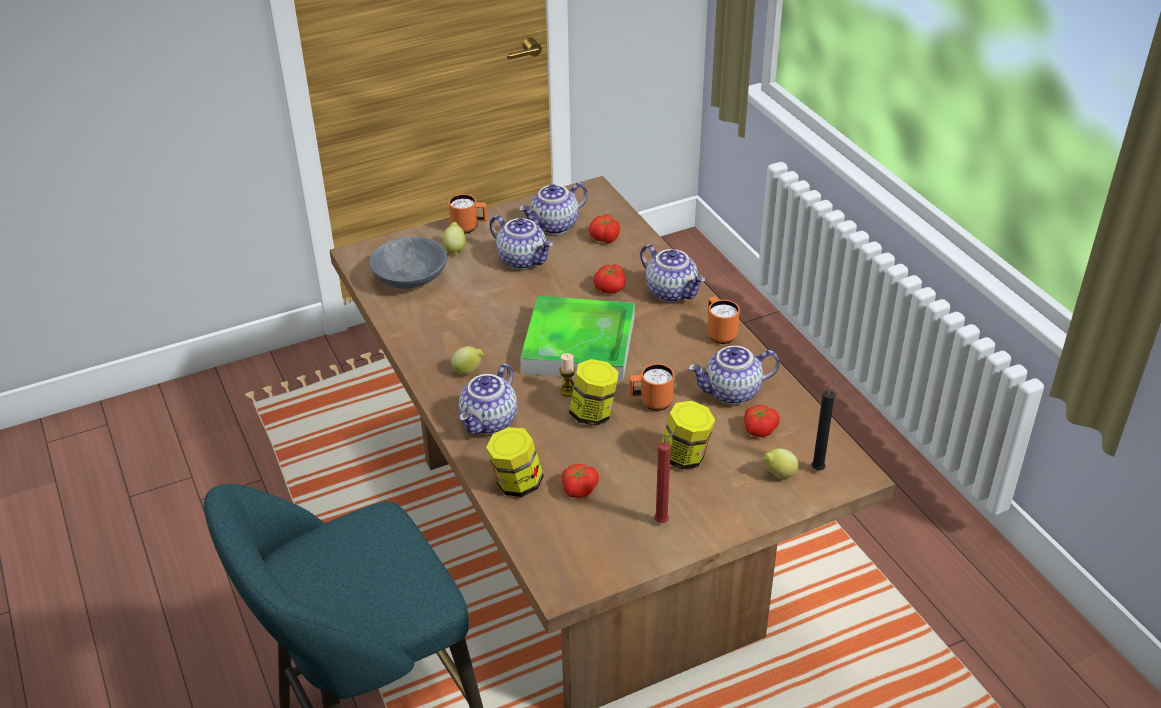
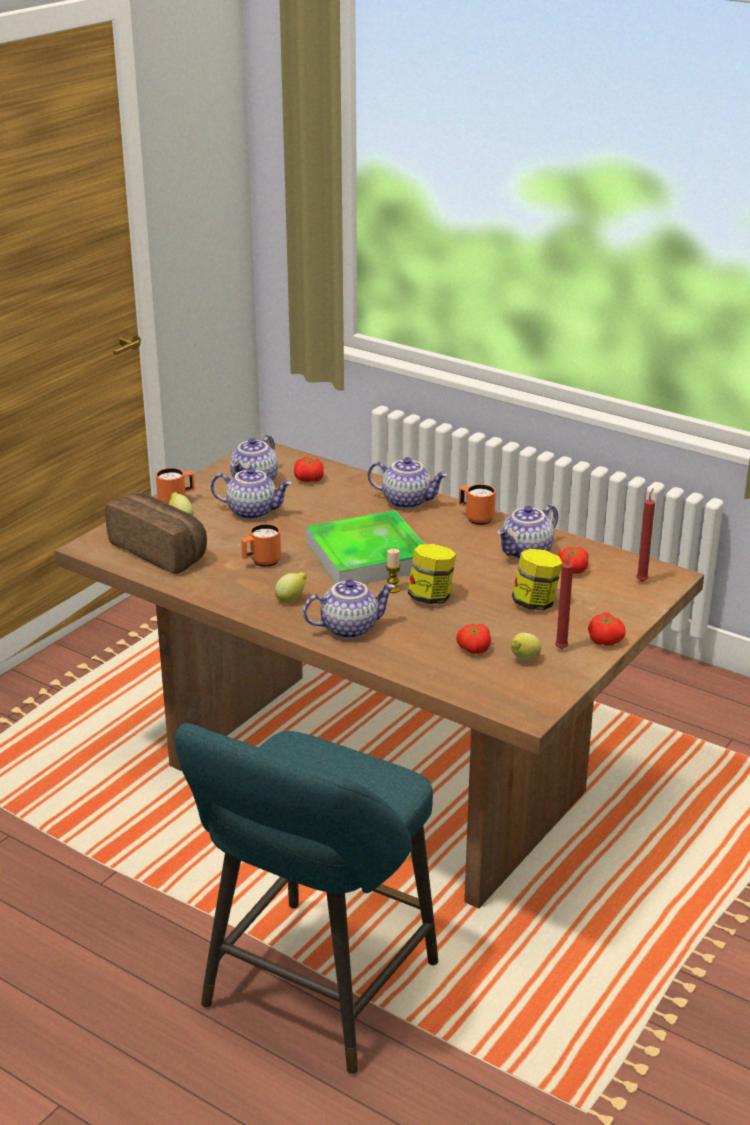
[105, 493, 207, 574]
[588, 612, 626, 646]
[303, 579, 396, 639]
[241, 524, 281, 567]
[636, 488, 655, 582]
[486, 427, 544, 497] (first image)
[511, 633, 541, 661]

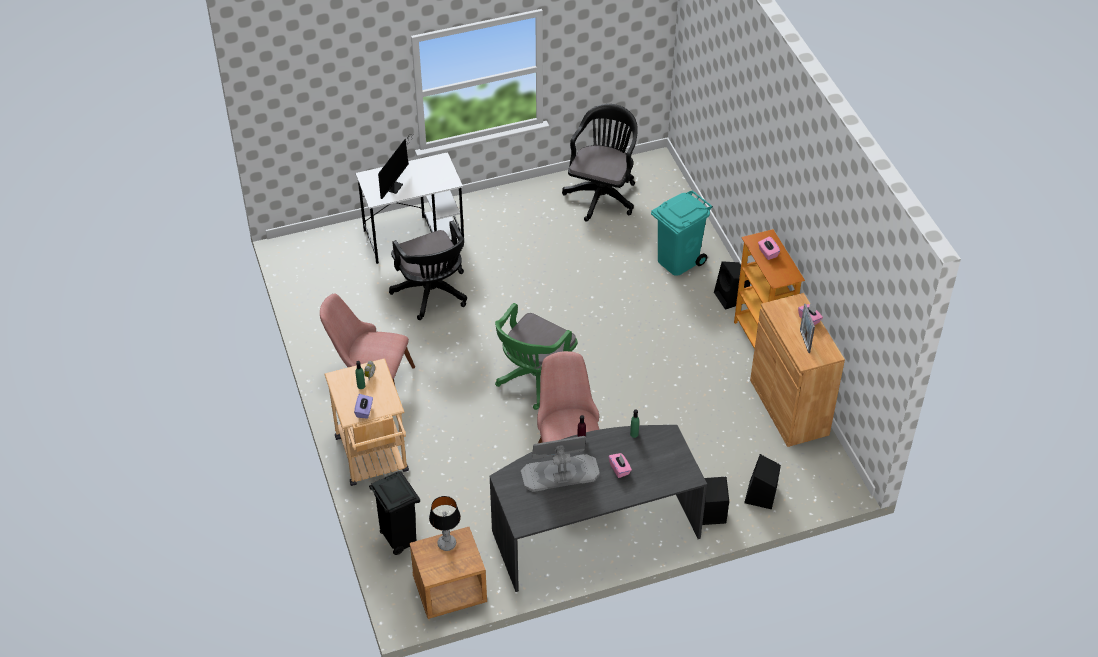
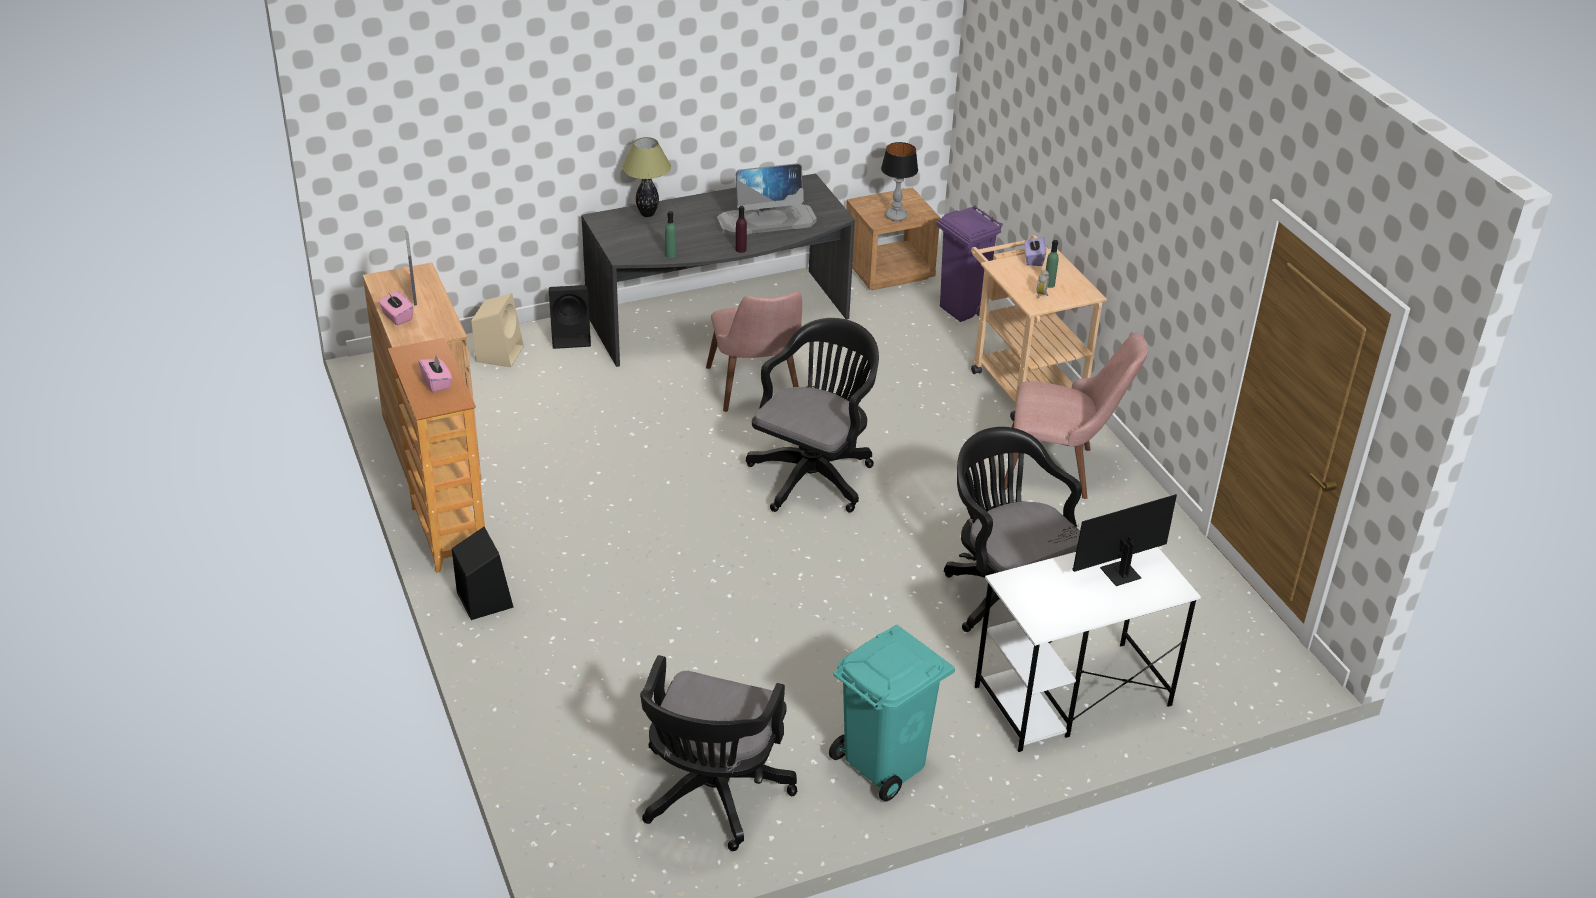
[1049, 494, 1177, 586]
[829, 624, 955, 802]
[746, 318, 879, 513]
[608, 453, 632, 478] (first image)
[472, 293, 524, 367]
[936, 205, 1003, 322]
[622, 137, 671, 217]

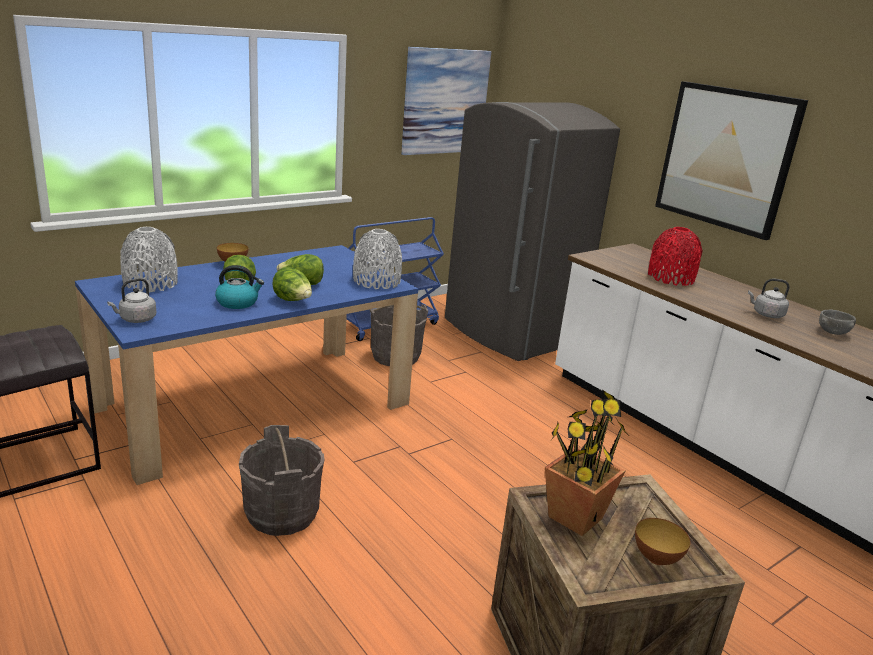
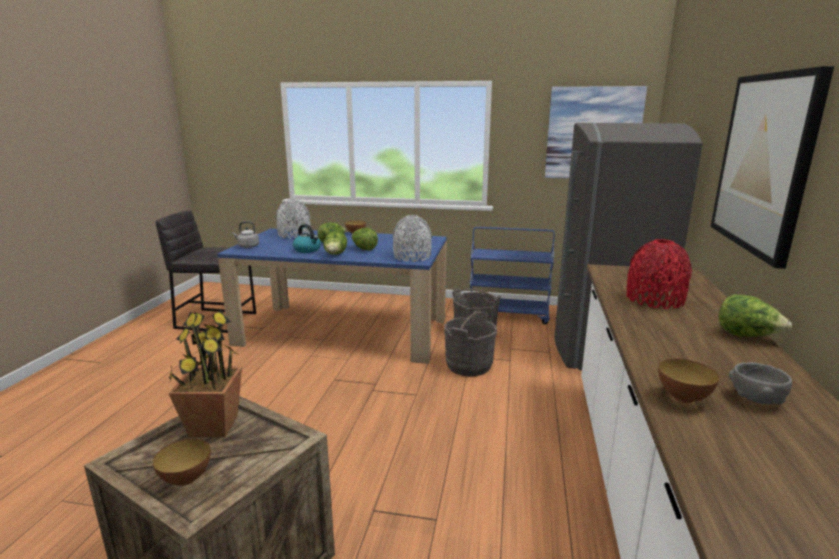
[748, 279, 790, 318] (first image)
[444, 310, 497, 377]
[719, 294, 792, 337]
[658, 359, 720, 403]

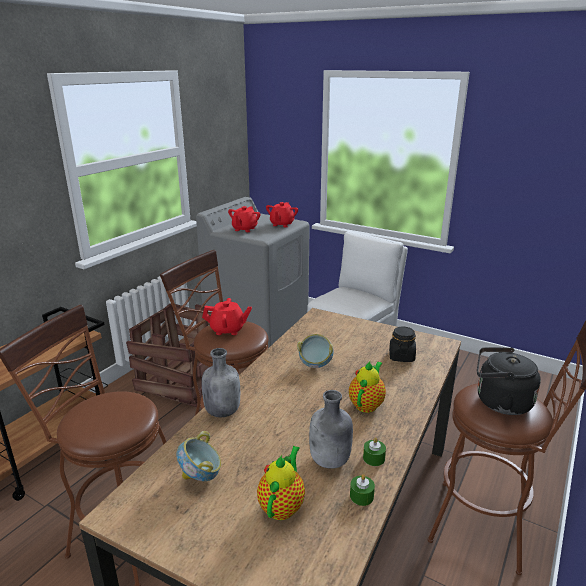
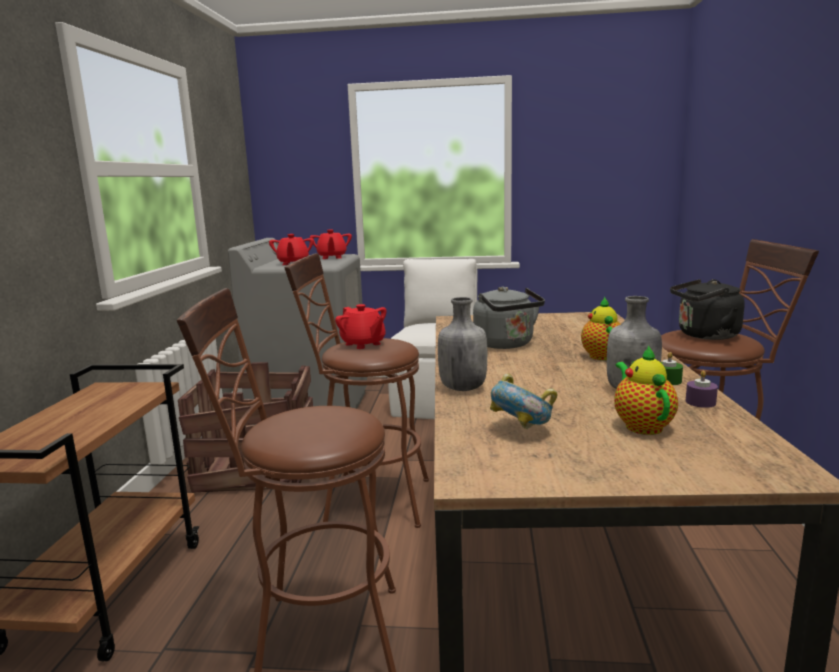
[335, 304, 387, 349]
[389, 326, 416, 362] (first image)
[473, 286, 545, 349]
[686, 370, 718, 408]

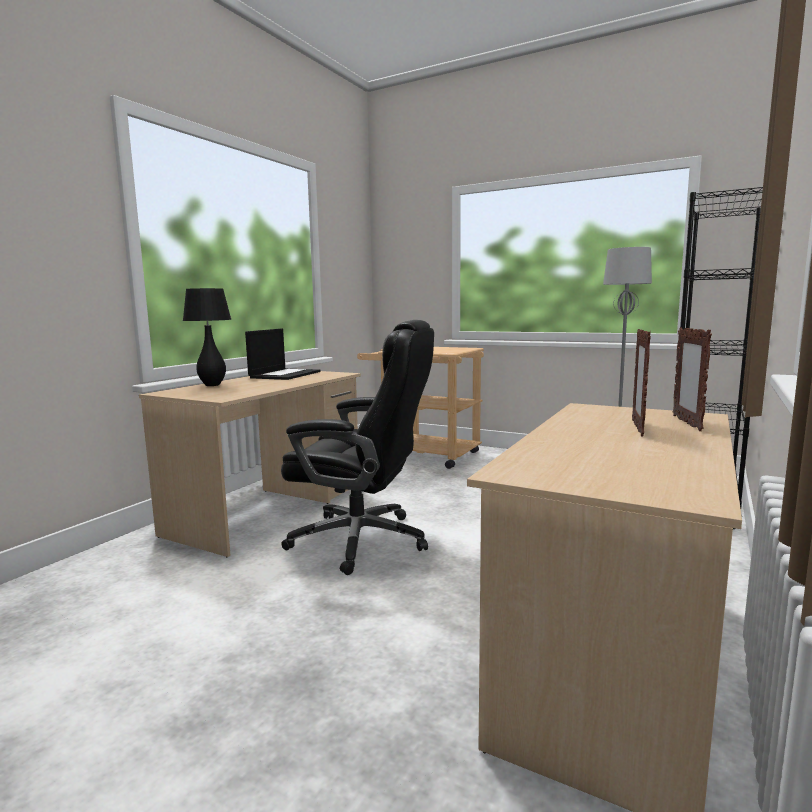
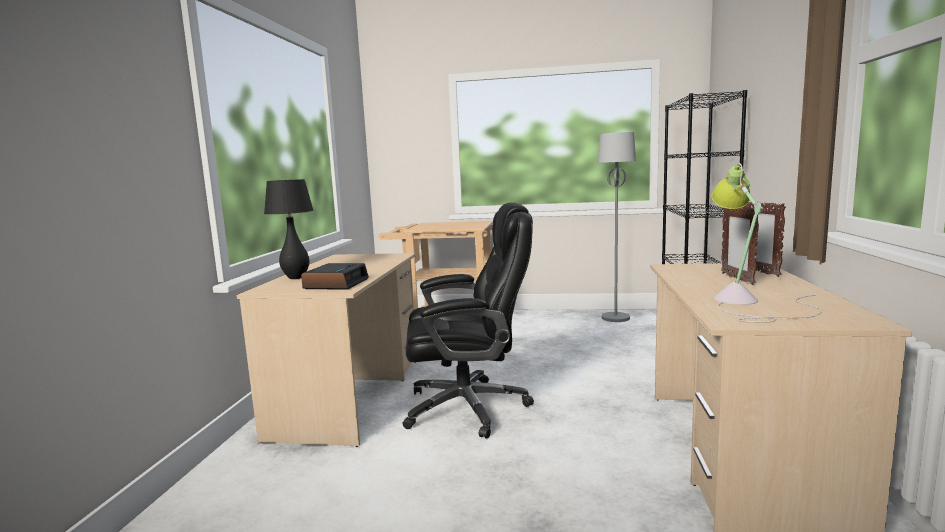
[245, 328, 320, 380] (first image)
[712, 163, 822, 323]
[301, 263, 369, 290]

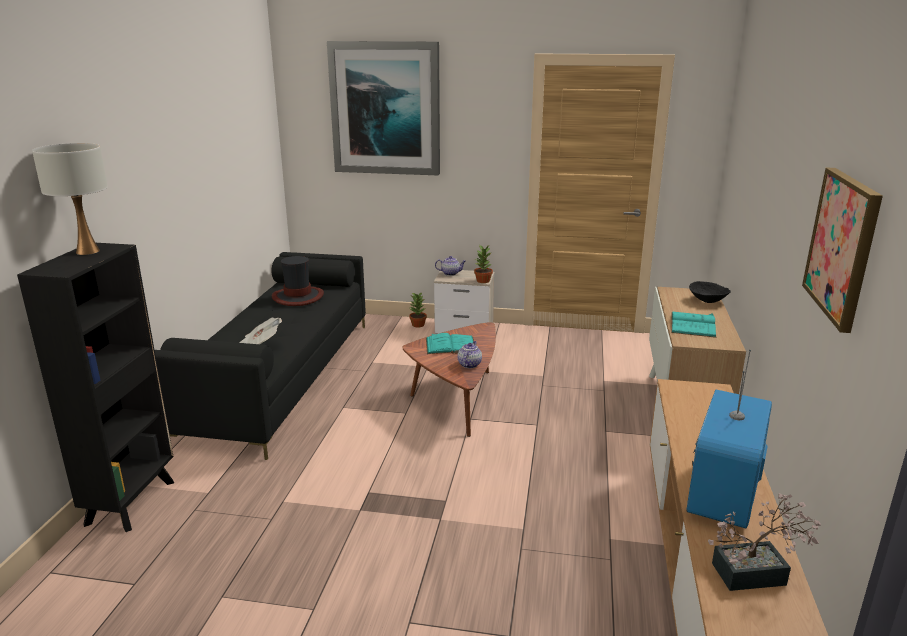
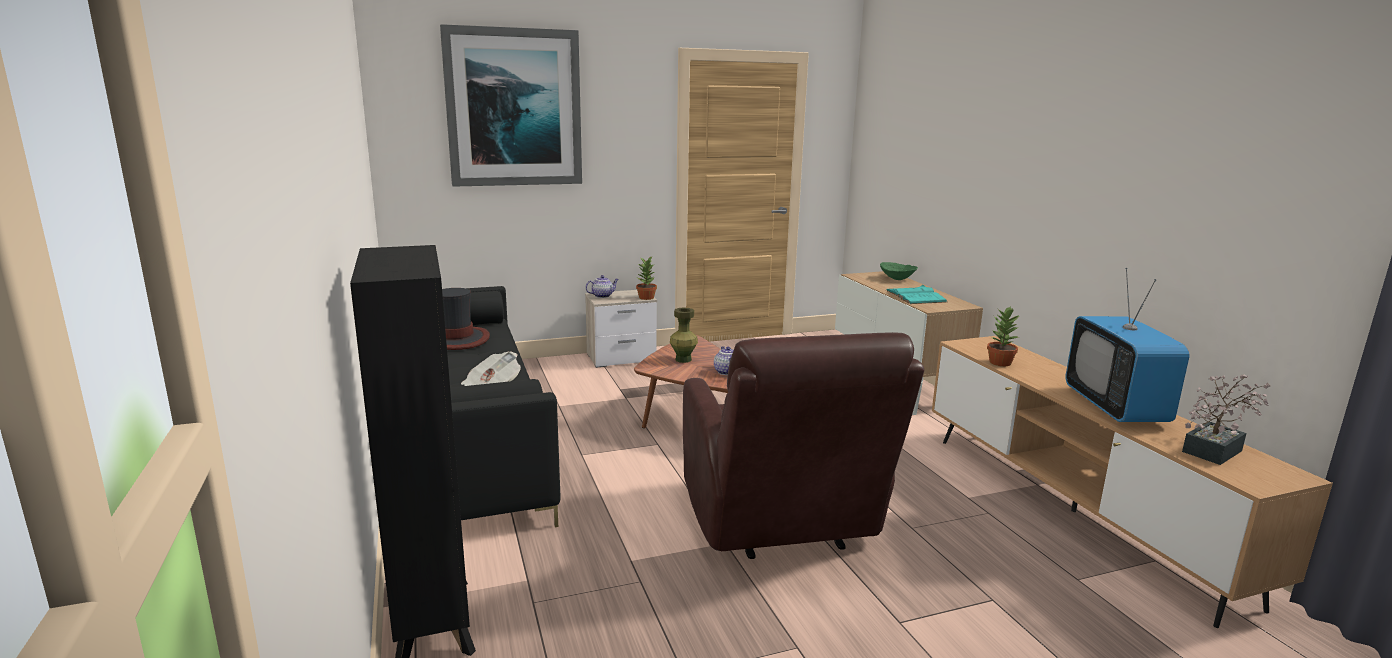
[32, 143, 108, 255] (first image)
[802, 168, 883, 333] (first image)
[880, 262, 918, 280]
[987, 307, 1019, 366]
[670, 308, 698, 363]
[683, 332, 924, 559]

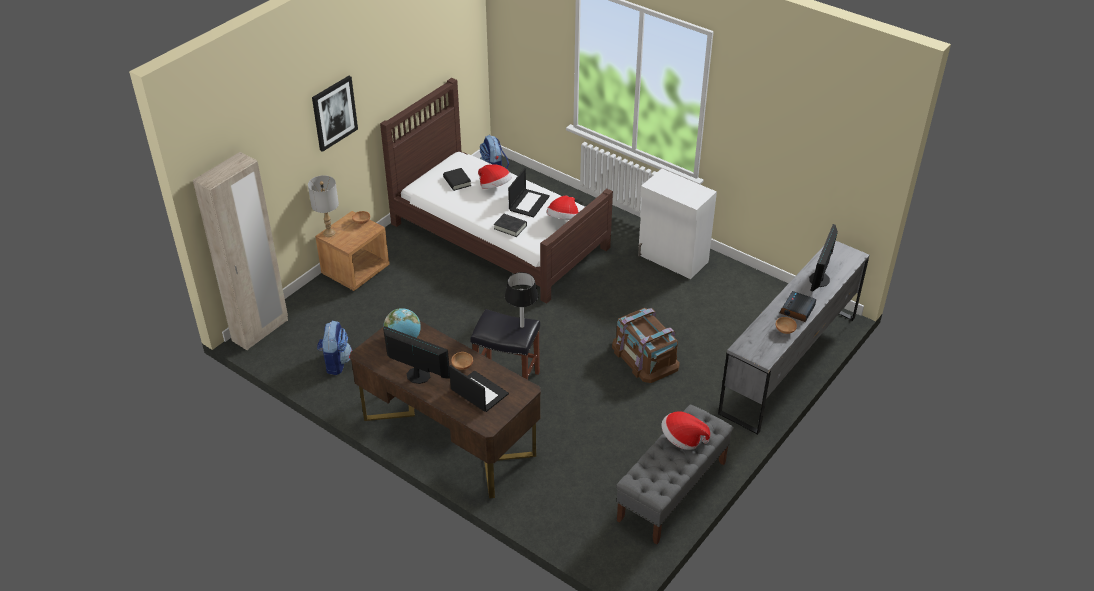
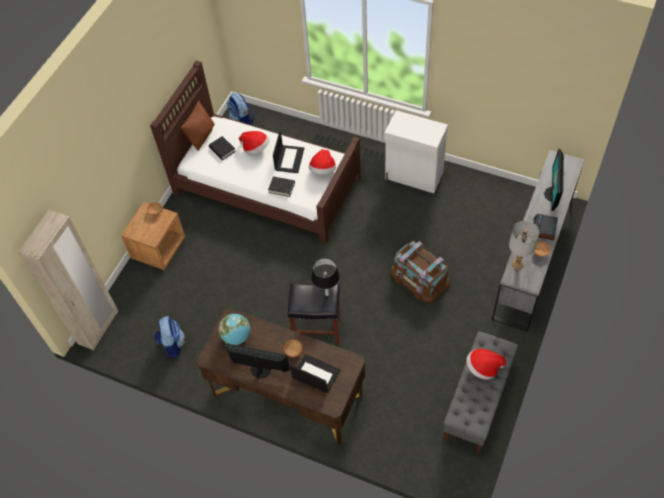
[312, 76, 358, 152] (first image)
[509, 221, 539, 269]
[181, 101, 215, 150]

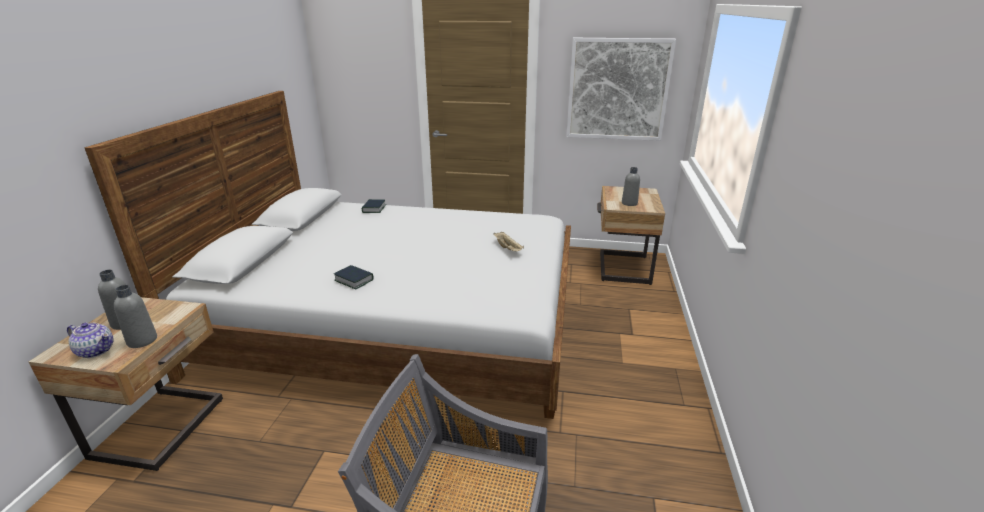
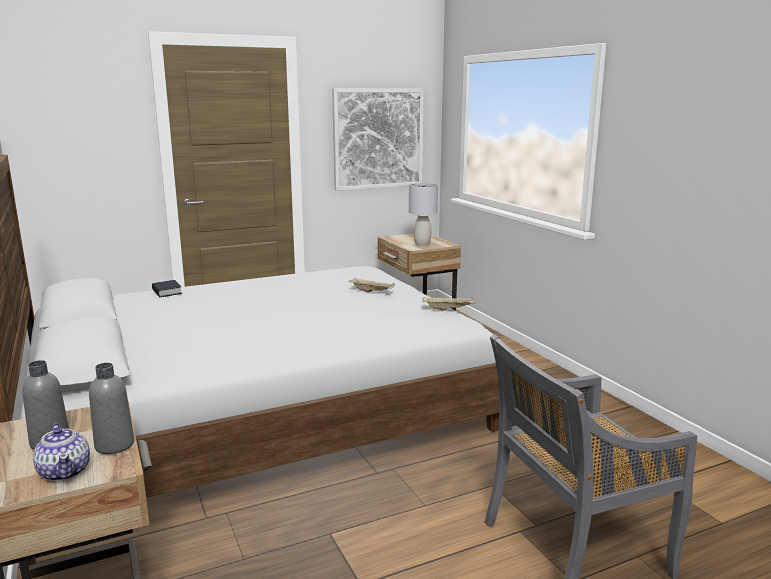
[409, 183, 438, 246]
[334, 265, 373, 289] (first image)
[33, 424, 90, 481]
[422, 296, 475, 311]

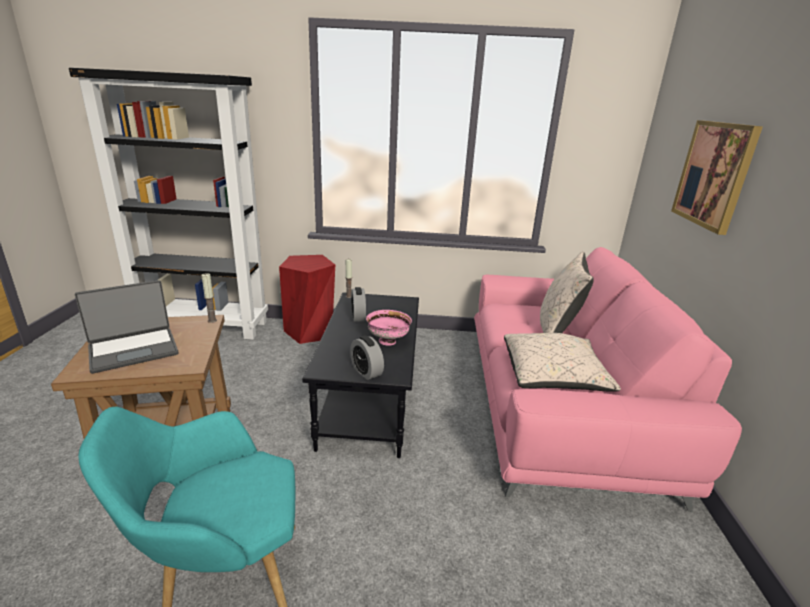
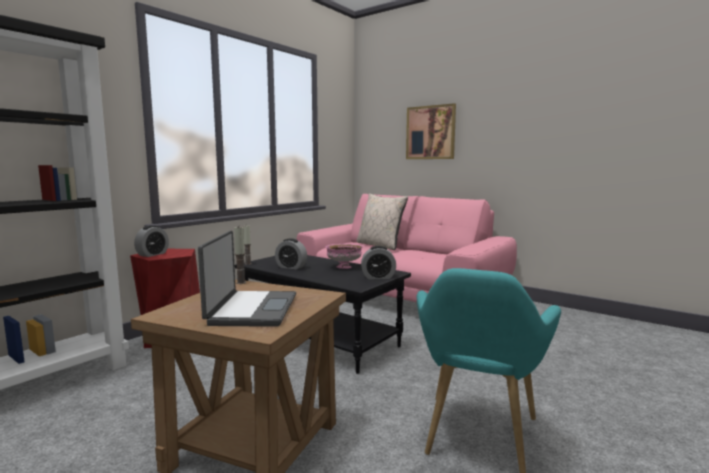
[504, 333, 621, 392] (first image)
[134, 225, 169, 257]

